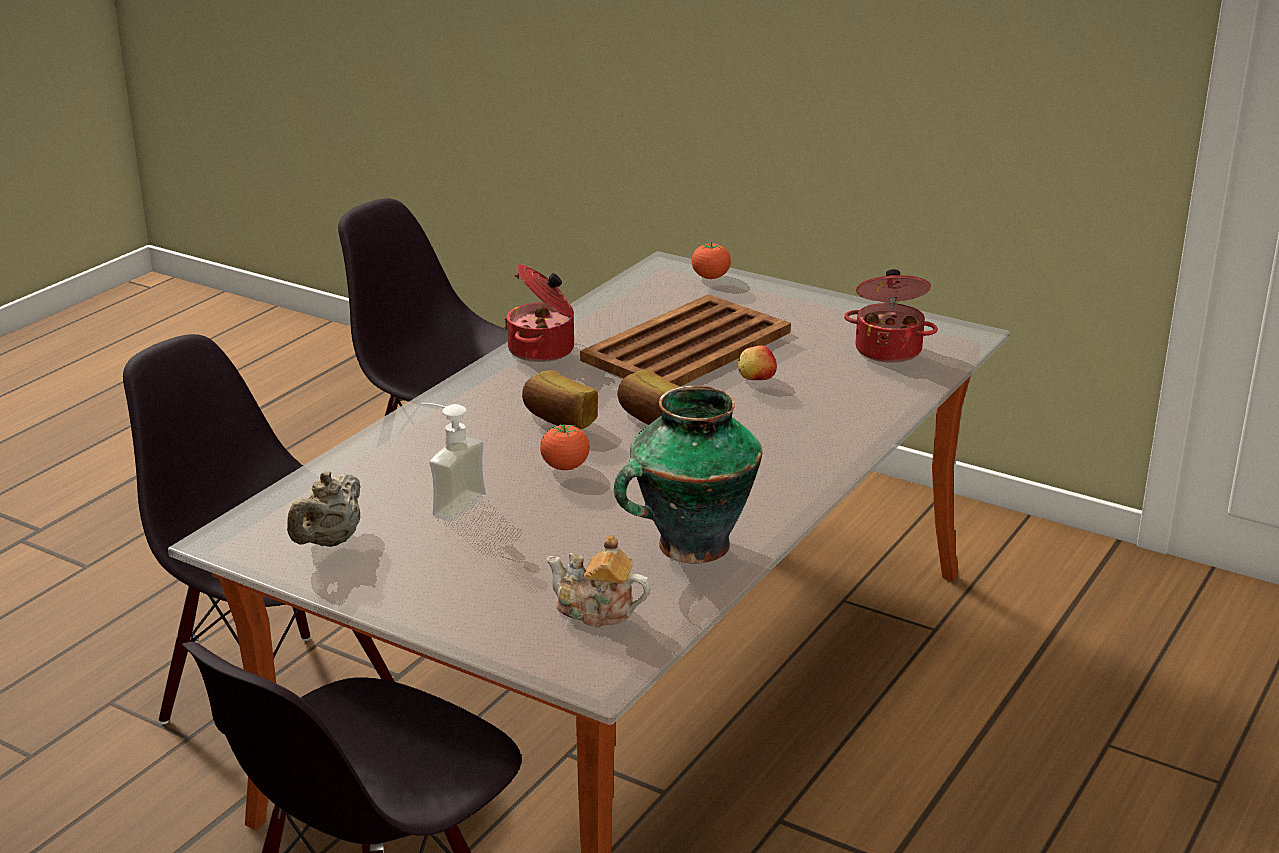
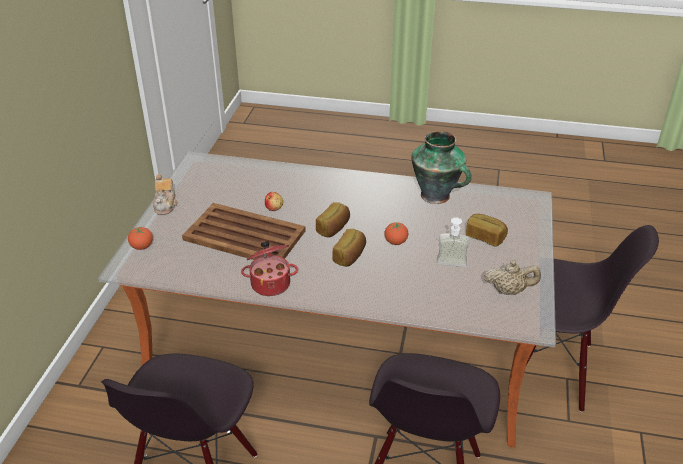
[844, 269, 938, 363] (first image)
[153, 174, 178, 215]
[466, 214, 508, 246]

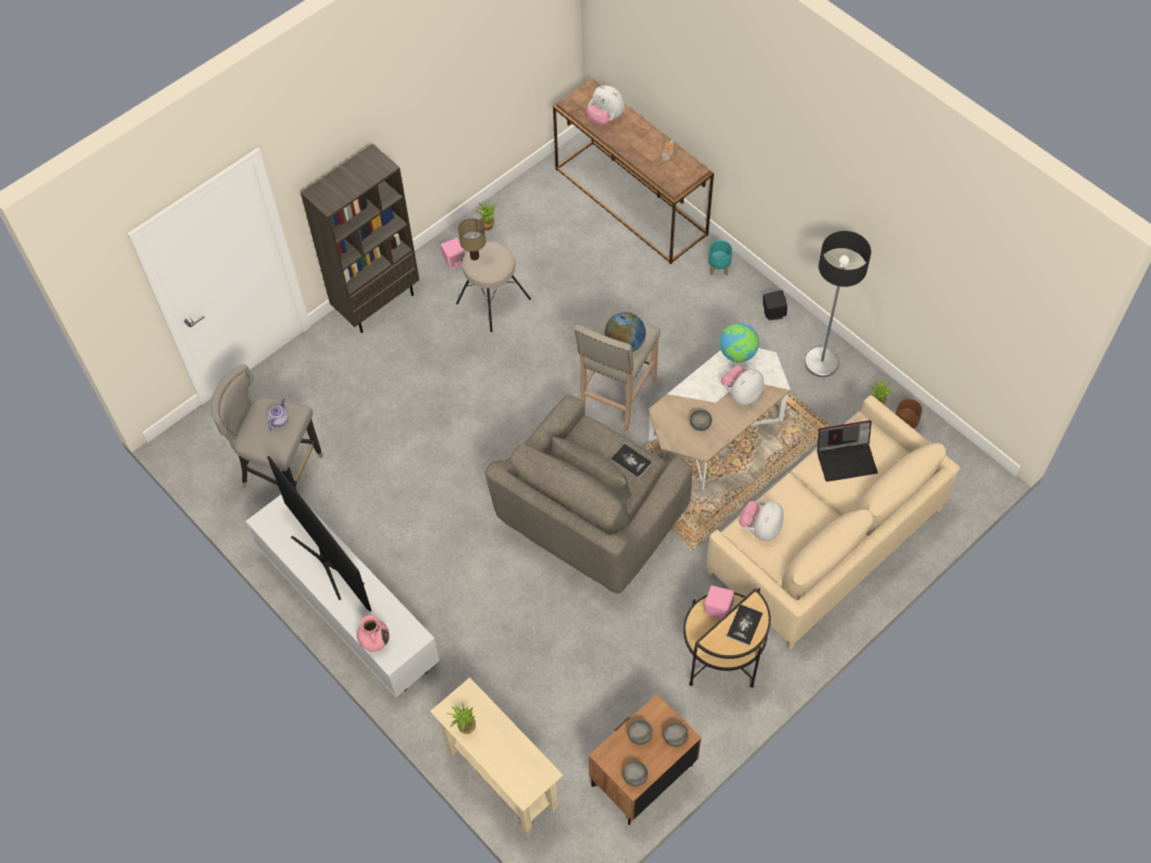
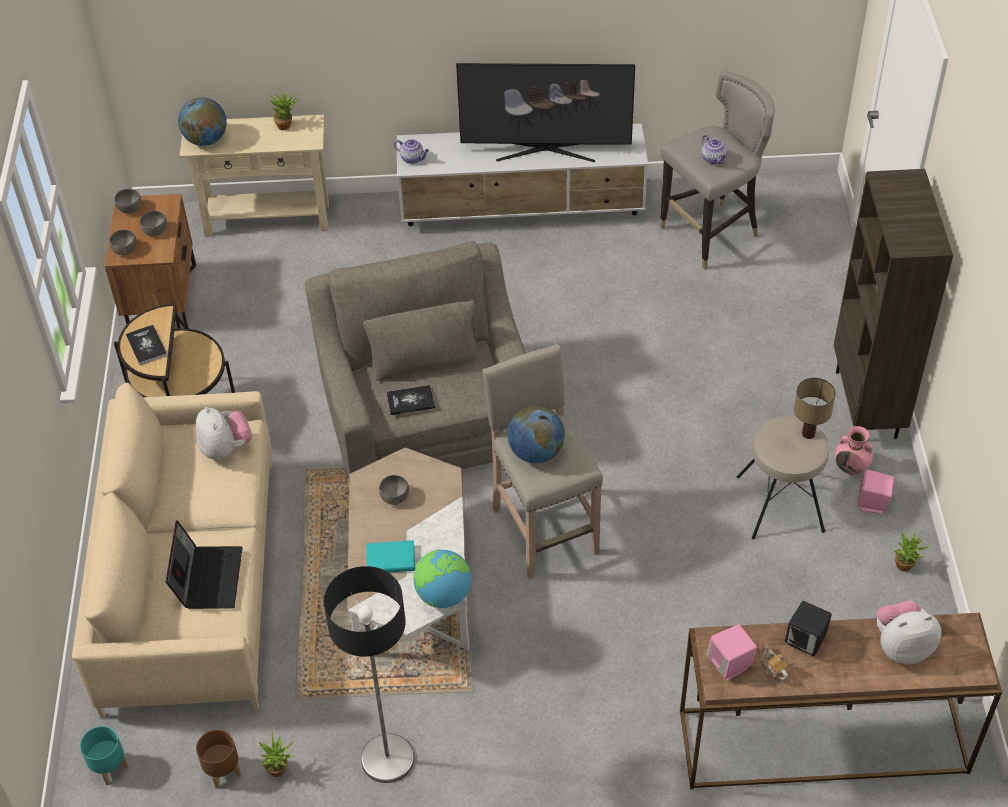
[80, 726, 128, 785]
[785, 601, 832, 656]
[366, 540, 415, 573]
[166, 520, 243, 609]
[707, 625, 757, 680]
[834, 426, 873, 475]
[178, 97, 227, 146]
[394, 139, 429, 164]

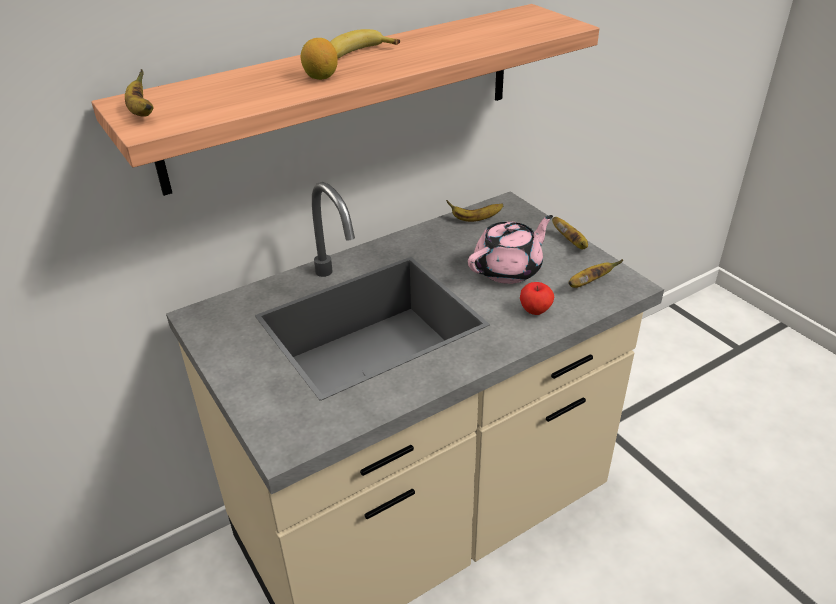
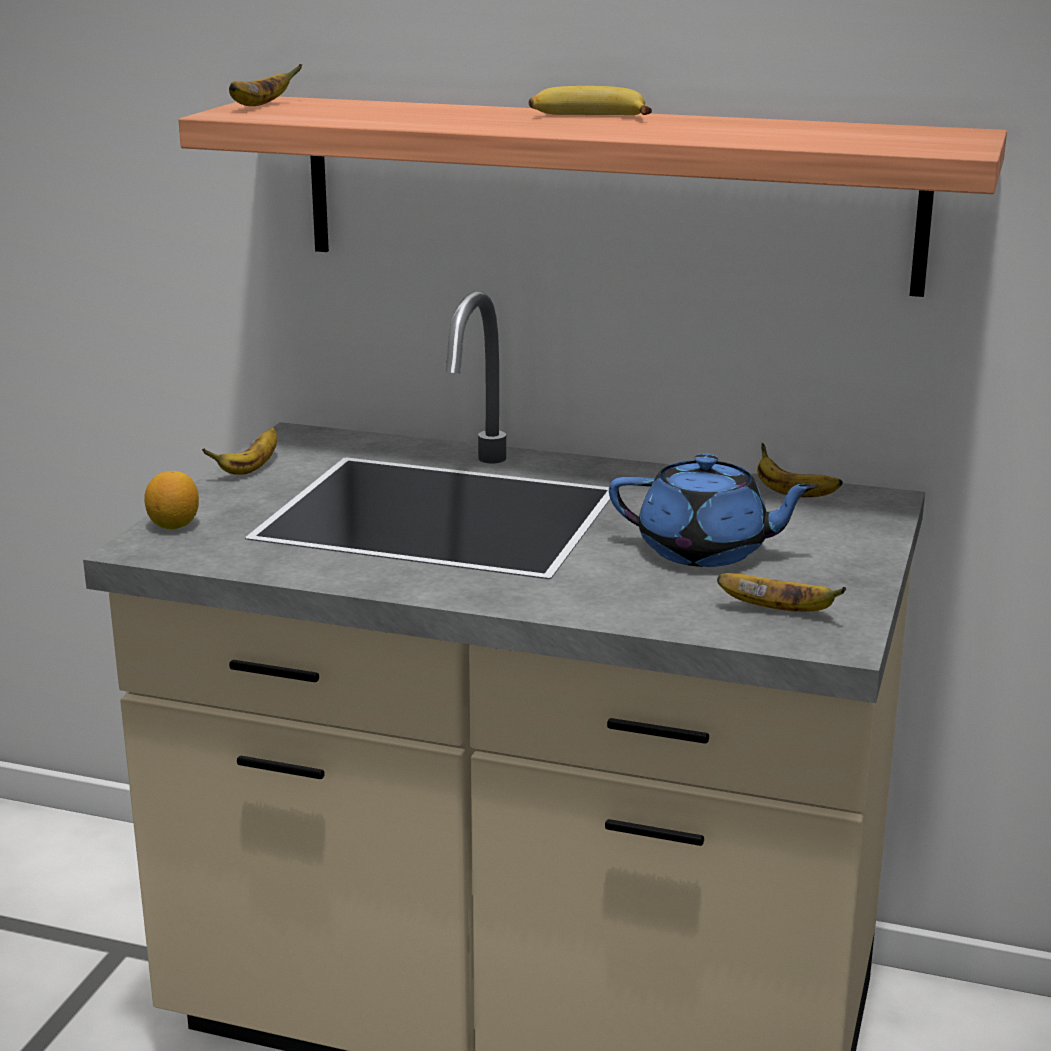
[144, 471, 199, 529]
[609, 453, 818, 567]
[202, 428, 277, 475]
[520, 282, 554, 315] (first image)

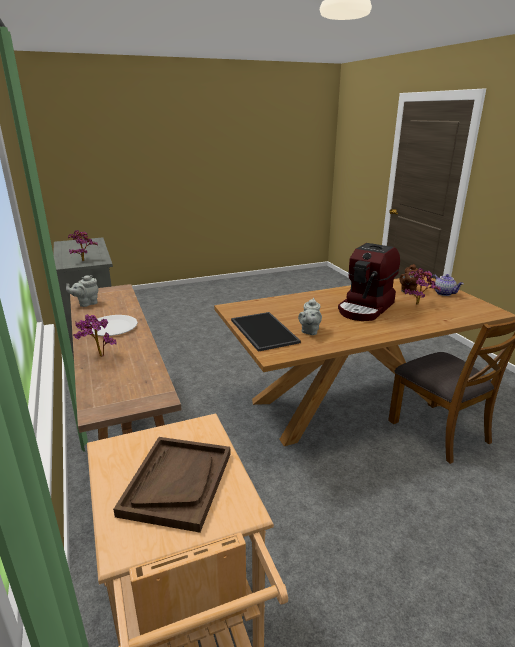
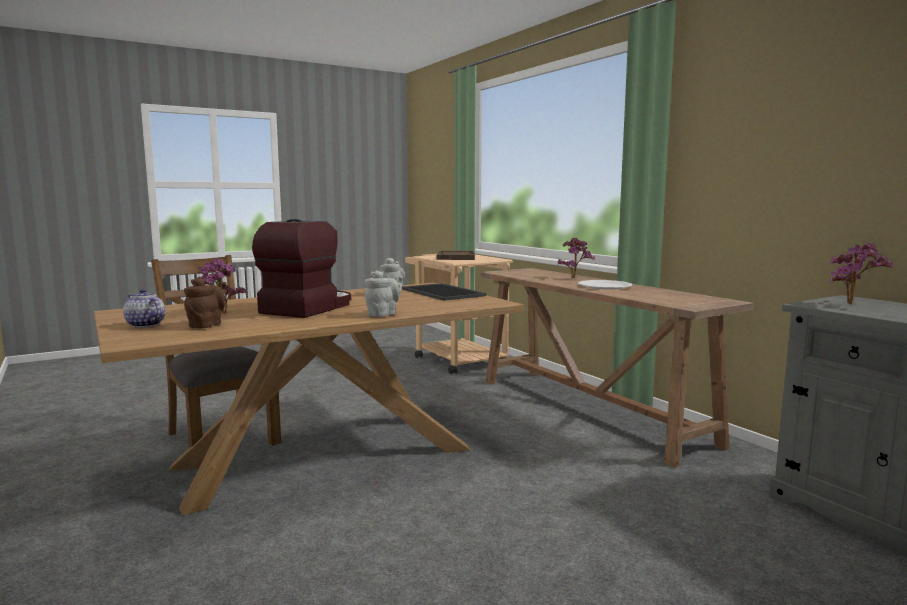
[364, 270, 403, 317]

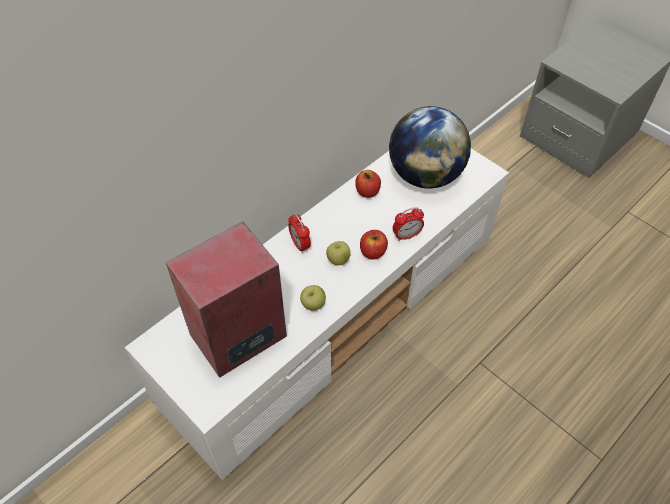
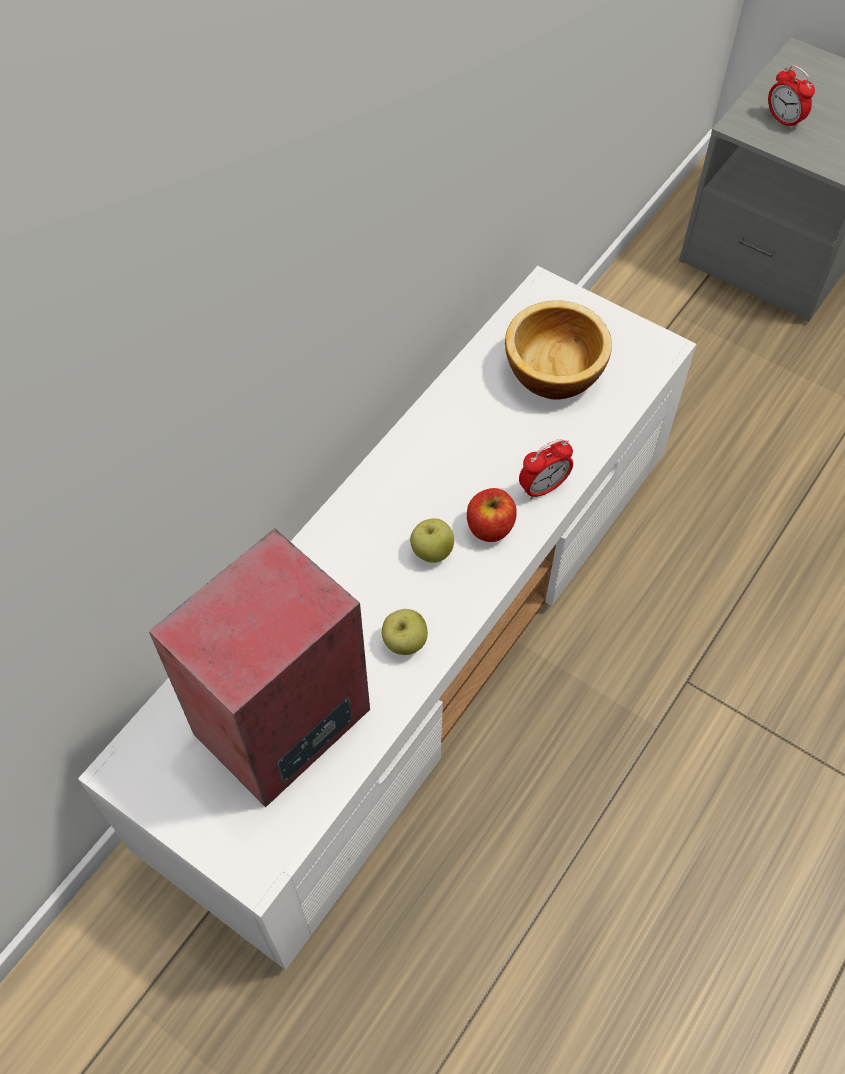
[505, 300, 612, 399]
[355, 170, 381, 198] (first image)
[768, 65, 815, 130]

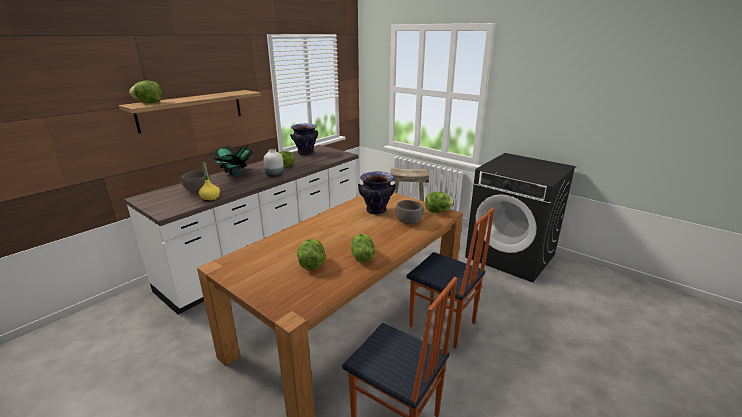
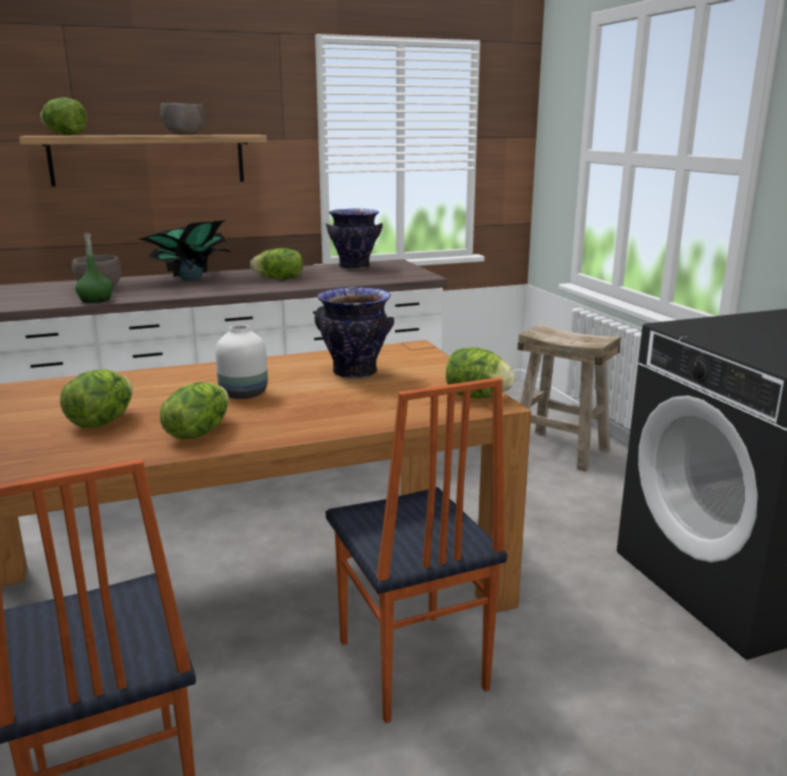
[215, 325, 268, 399]
[75, 232, 113, 303]
[160, 103, 205, 135]

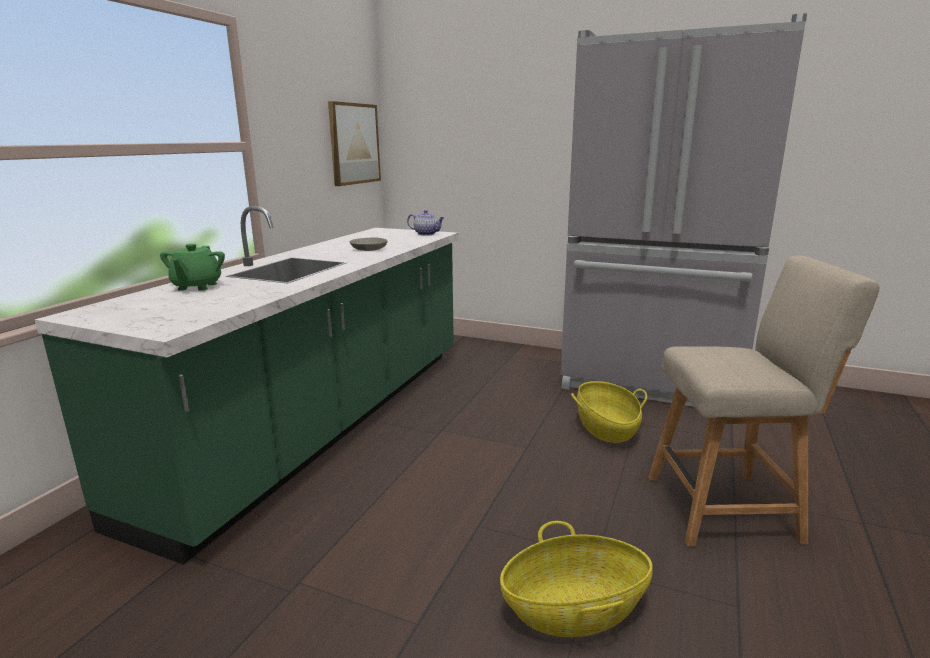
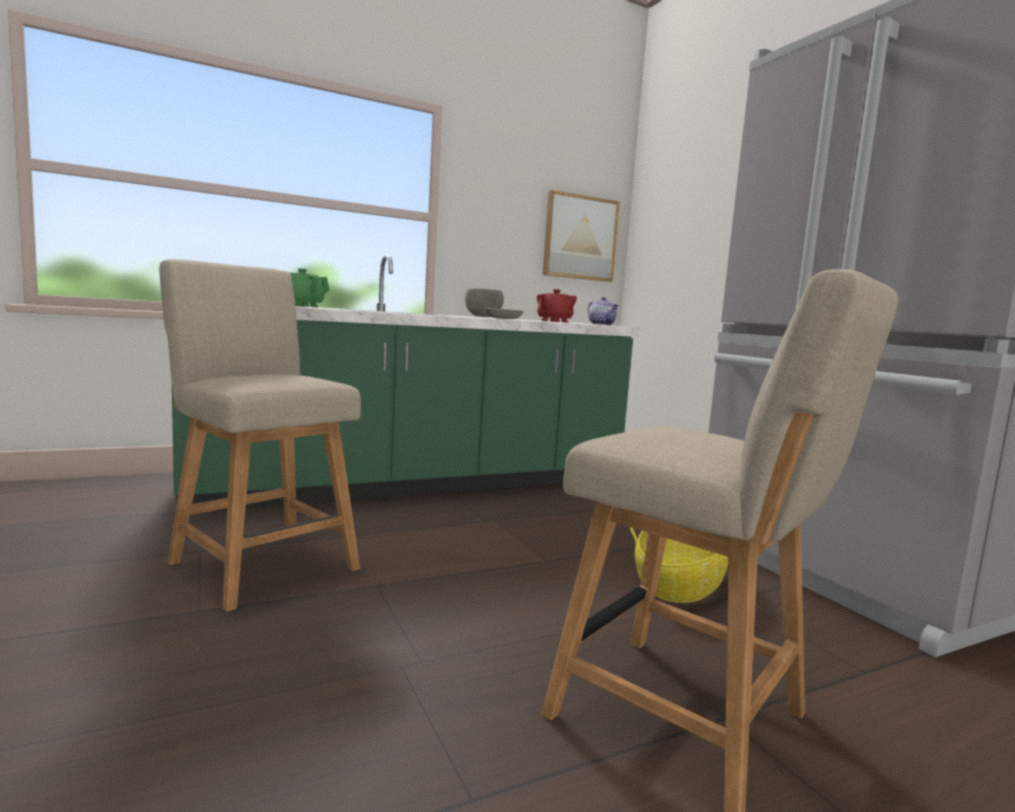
[500, 521, 653, 637] (first image)
[159, 259, 361, 612]
[465, 289, 504, 317]
[537, 289, 577, 323]

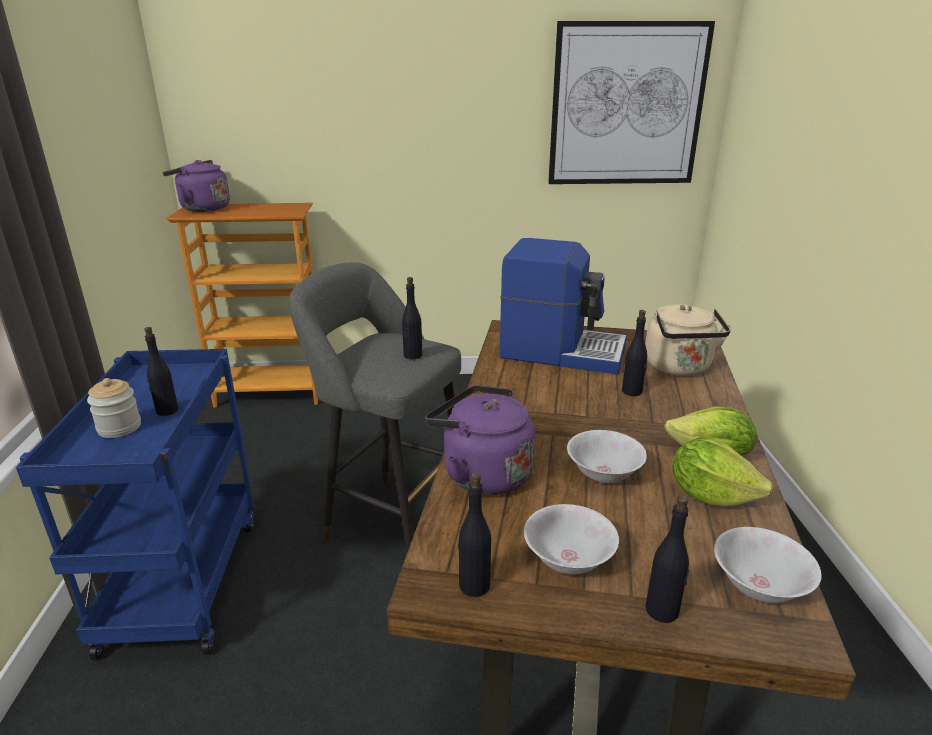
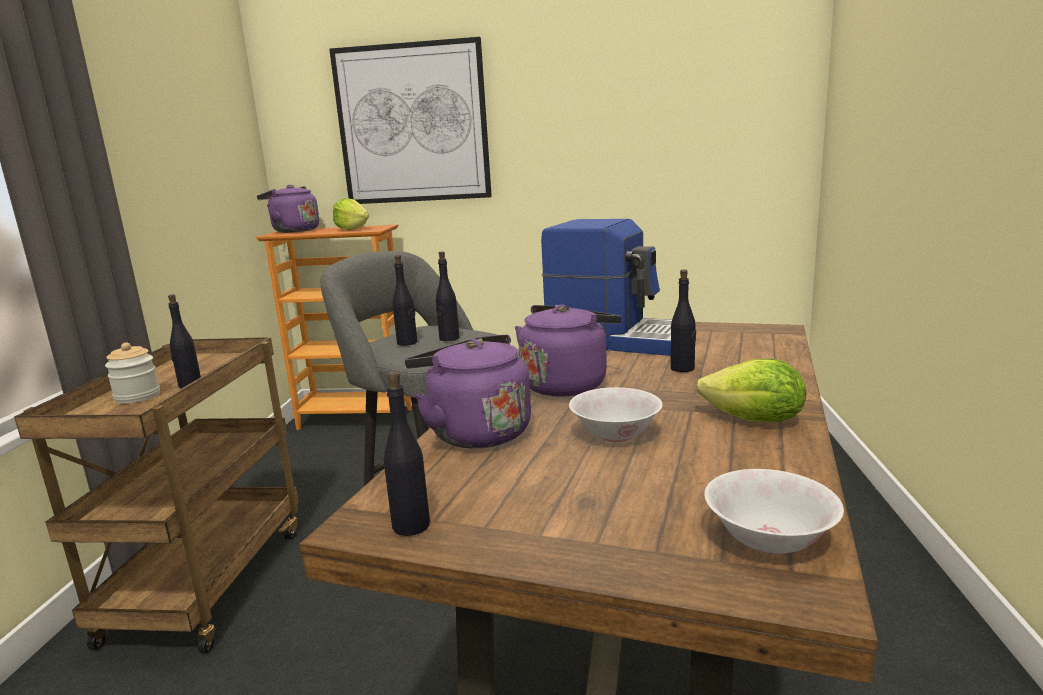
[329, 37, 492, 204]
[645, 304, 731, 376] (first image)
[14, 337, 299, 653]
[333, 198, 369, 230]
[393, 255, 417, 346]
[524, 504, 619, 574] (first image)
[515, 304, 622, 397]

